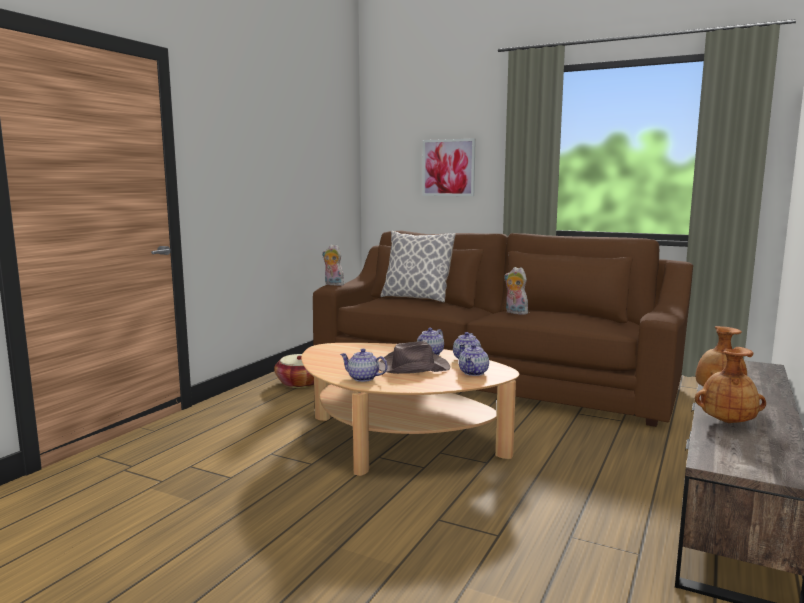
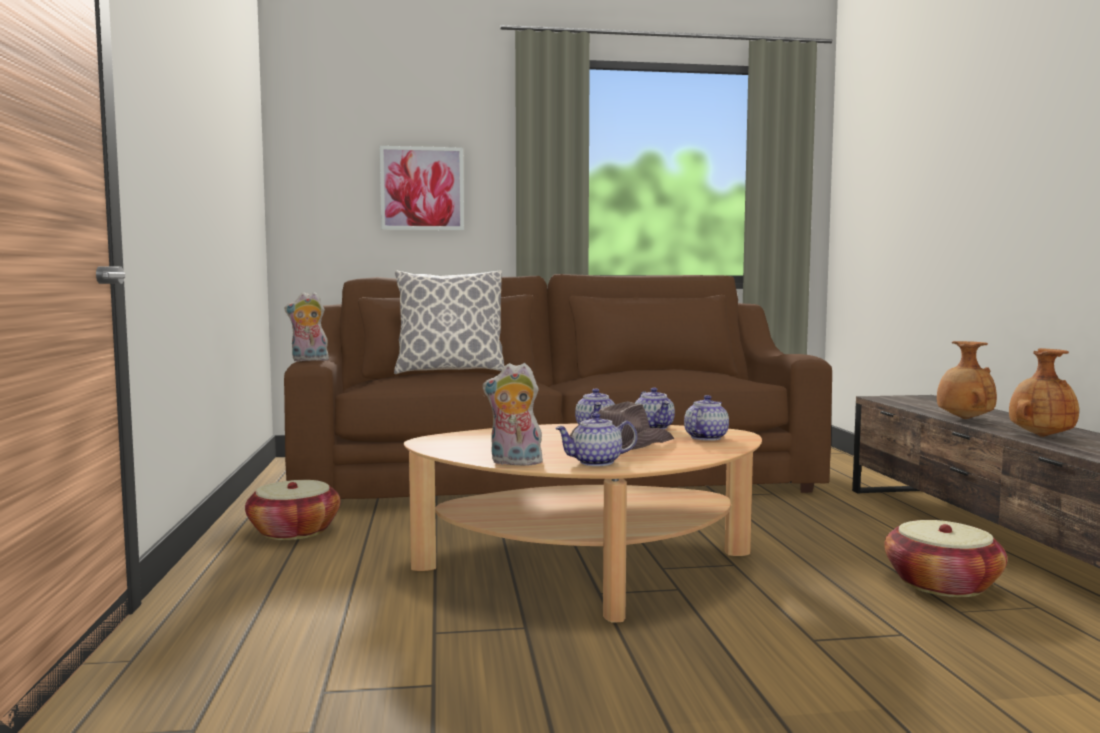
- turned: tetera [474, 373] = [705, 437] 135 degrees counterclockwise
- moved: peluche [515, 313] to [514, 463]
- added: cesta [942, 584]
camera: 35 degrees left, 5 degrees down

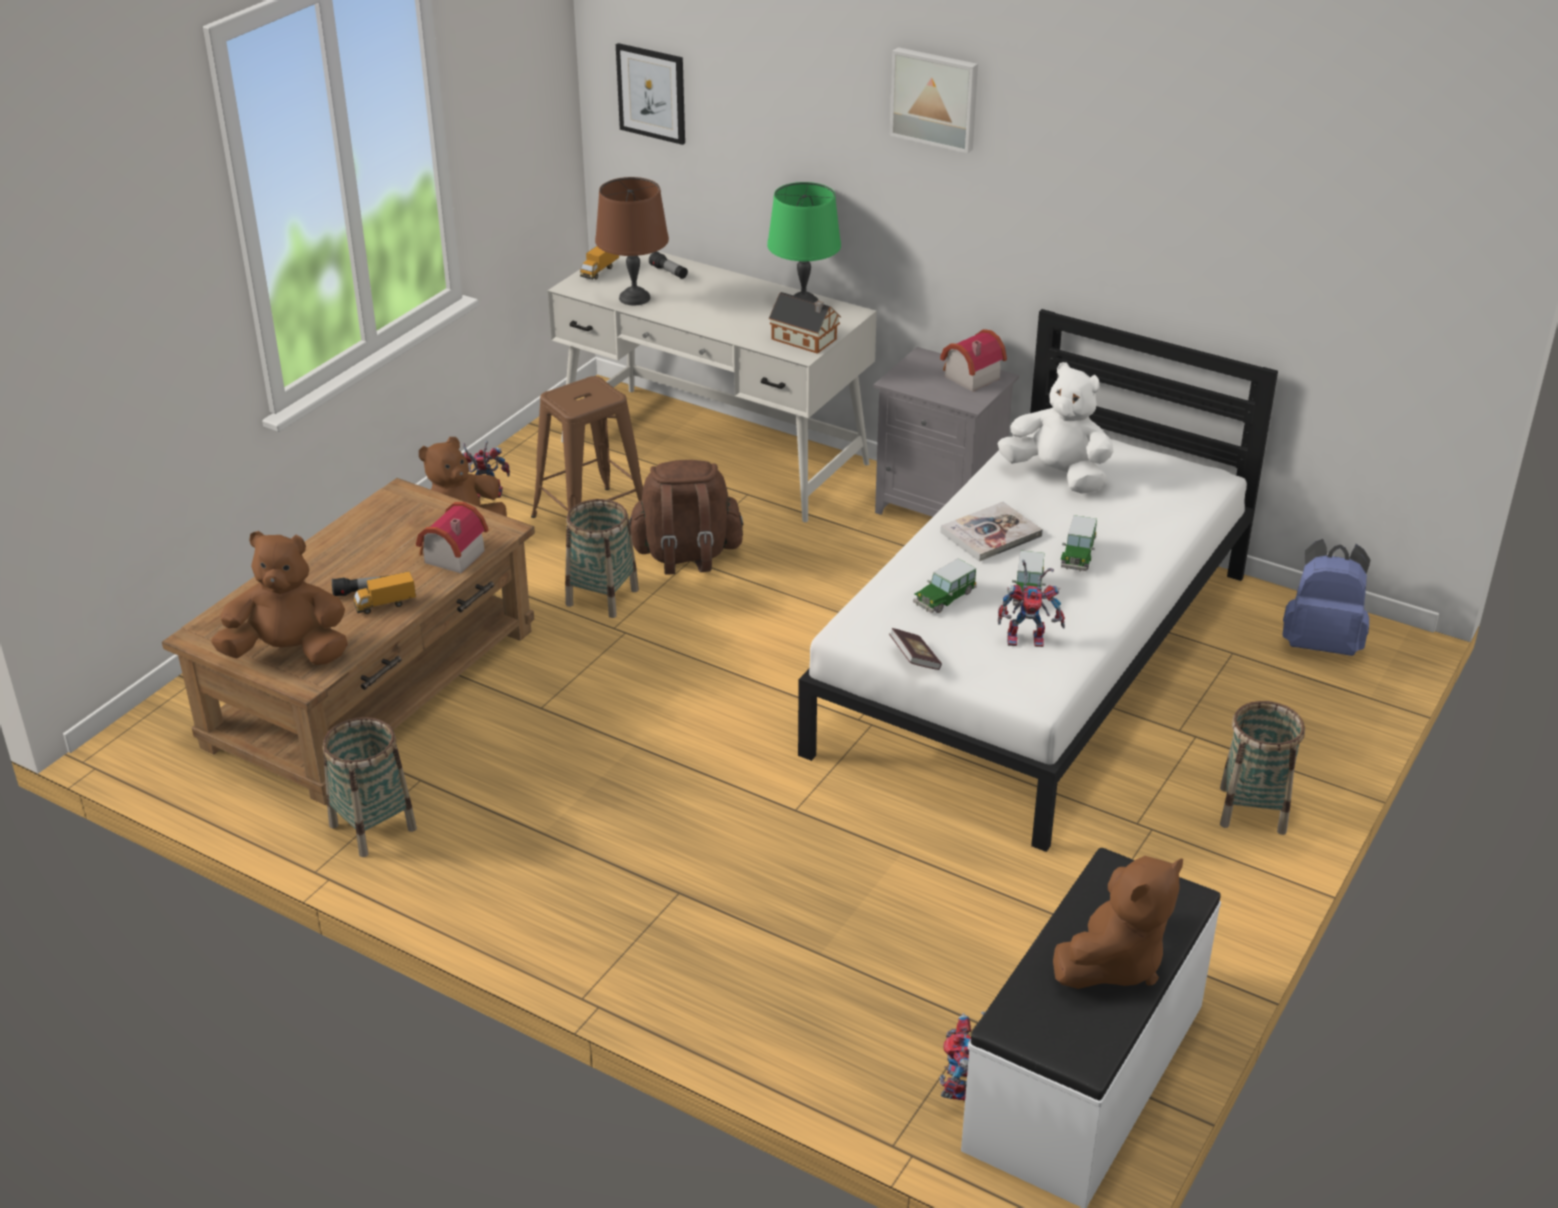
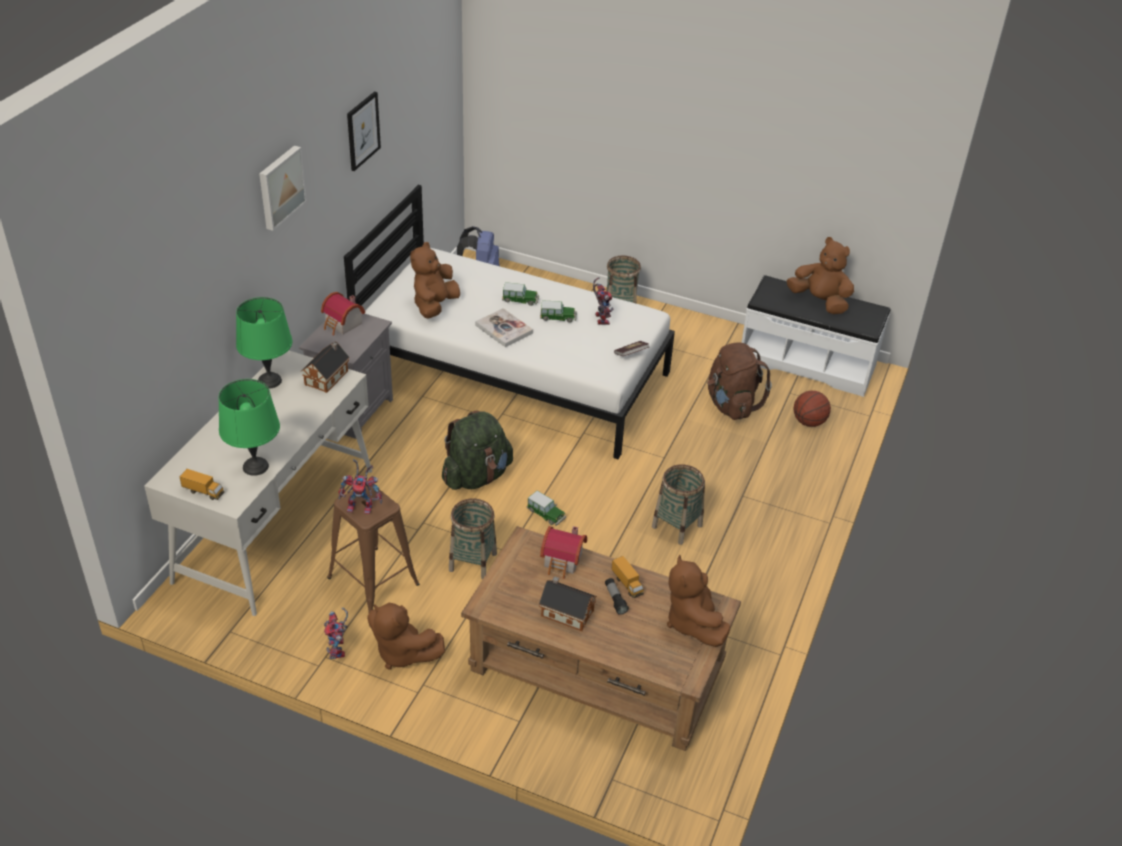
- moved: cesta [372, 827] to [677, 526]
- recoloured: lámpara de mesa (marrón) [634, 297] to lámpara de mesa (verde) [255, 467]
- moved: cuadro [651, 93] to [363, 130]
- moved: mochila (marrón) [686, 556] to [731, 405]
- removed: linterna [669, 272]
- moved: coche de juguete [944, 598] to [546, 514]
- moved: robot de juguete [961, 1088] to [362, 507]
- recoloured: peluche (blanco) [1057, 475] to peluche (marrón) [434, 306]
- added: mochila (verde) [477, 476]
- added: casita [565, 612]
- added: balón de baloncesto [809, 422]
camera: 100 degrees left, 5 degrees up

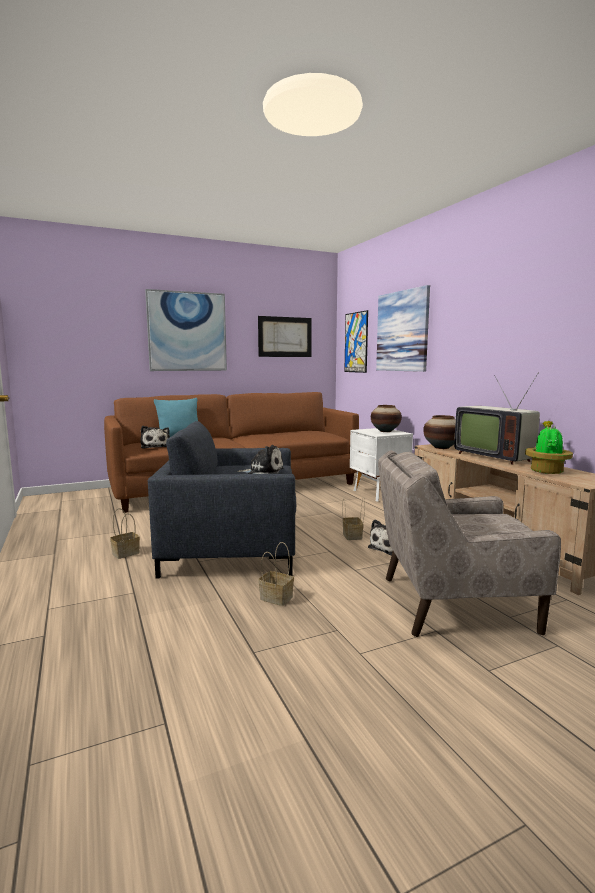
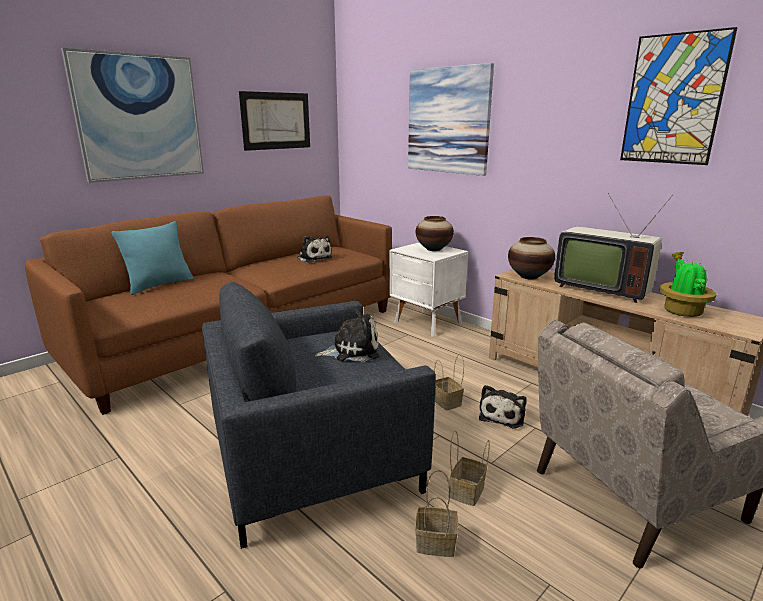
- moved: cesta [126, 553] to [467, 490]
- moved: peluche [155, 446] to [313, 258]
- moved: cuadro [356, 342] to [673, 100]
camera: 20 degrees left, 10 degrees up

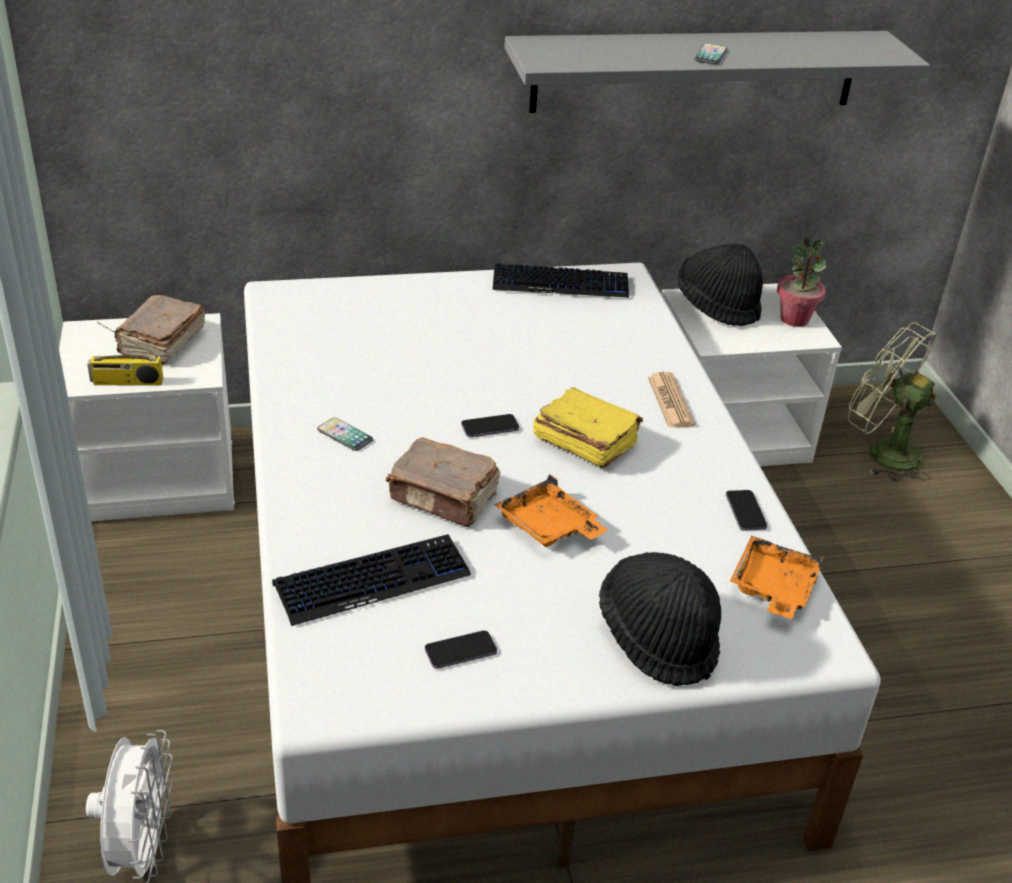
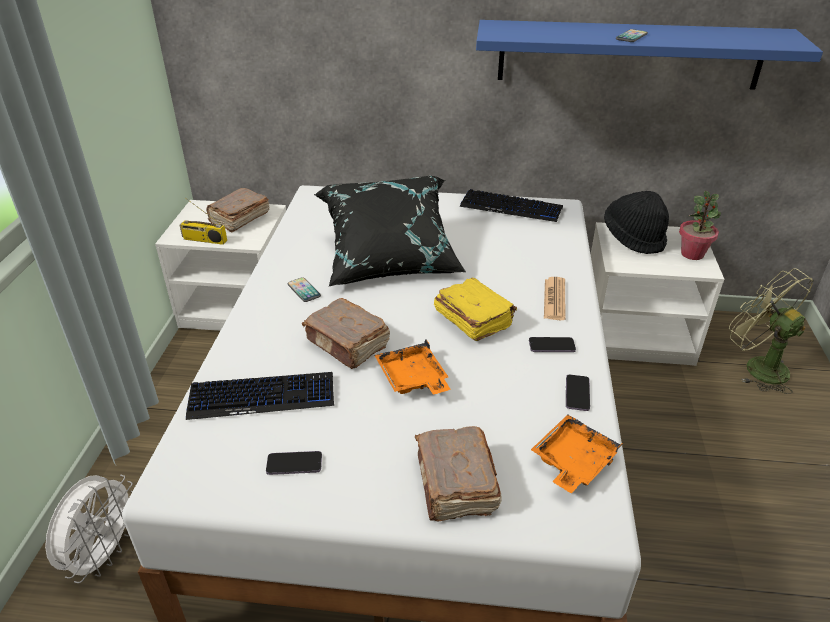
- moved: móvil [490, 427] to [551, 346]
- recoloured: estante (gris) [696, 71] to estante (azul) [629, 54]
- replaced: sombrero (negro) [658, 637] to libro (marrón) [455, 485]
- added: cojín (negro) [389, 256]
camera: 20 degrees right, 0 degrees up

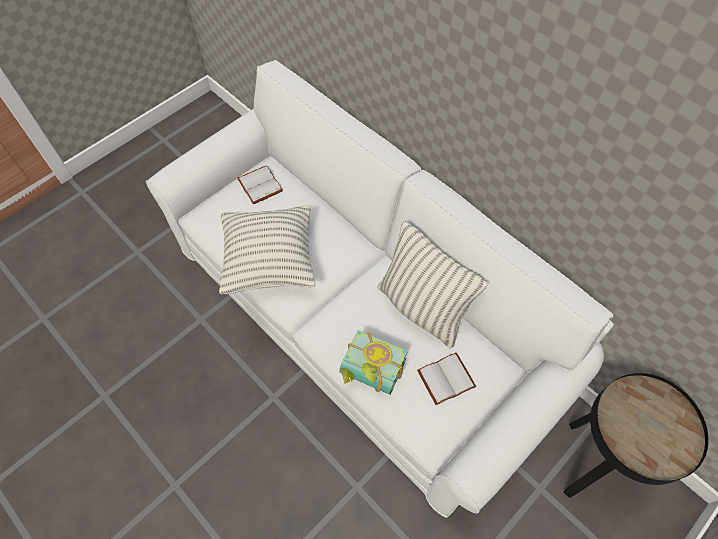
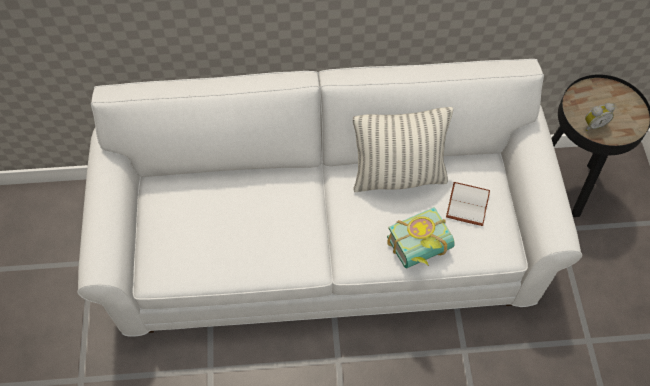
- removed: cojín [270, 262]
- removed: libro (blanco) [258, 185]
- added: despertador [593, 124]
camera: 50 degrees left, 0 degrees up

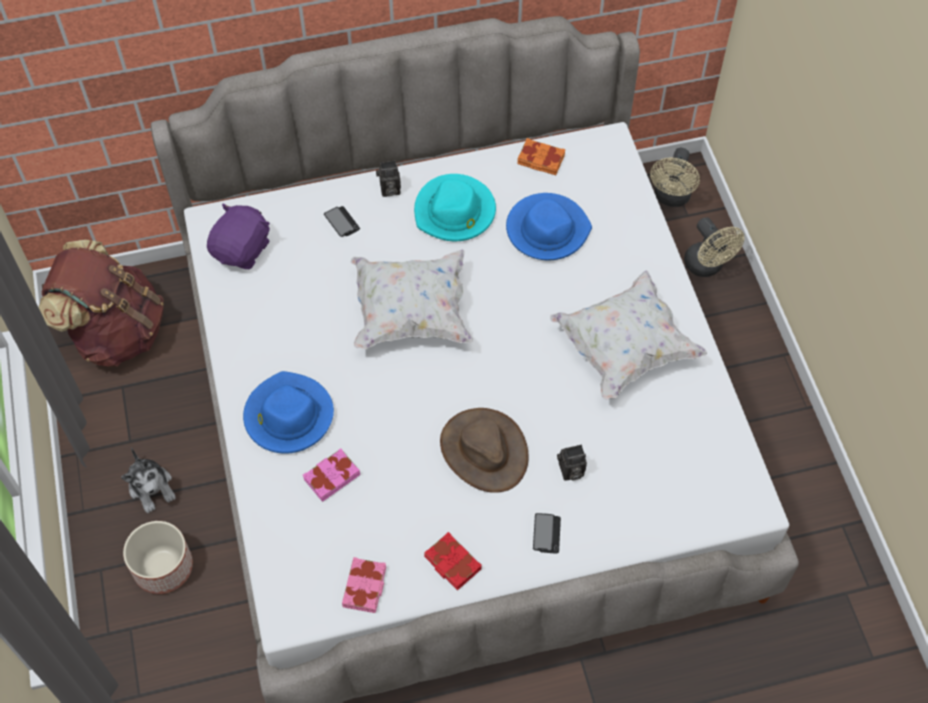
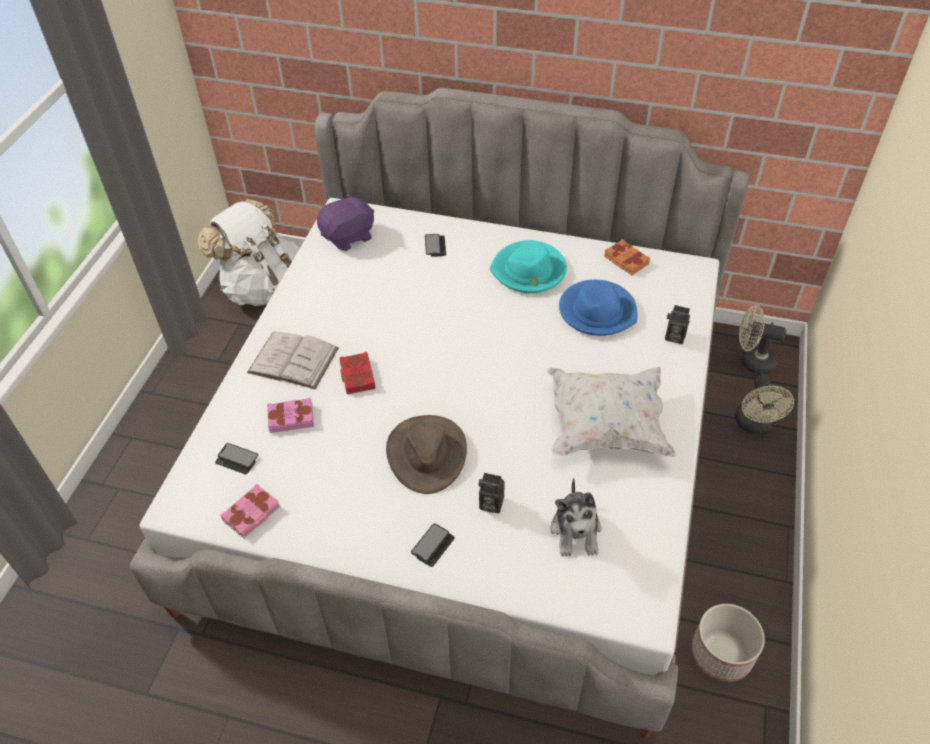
- recoloured: mochila (marrón) [116, 331] to mochila (blanco) [262, 287]
- moved: peluche [152, 487] to [576, 530]
- moved: maceta [163, 566] to [722, 653]
- replaced: sombrero (azul) [288, 416] to libro (blanco) [293, 360]
- removed: cojín (blanco) [411, 313]
- moved: cámara [389, 190] to [673, 337]
- moved: libro (rojo) [452, 563] to [357, 376]
- turned: ventilador (beis) [671, 198] = [752, 361] 60 degrees clockwise
- added: móvil [237, 459]
camera: 30 degrees right, 10 degrees down

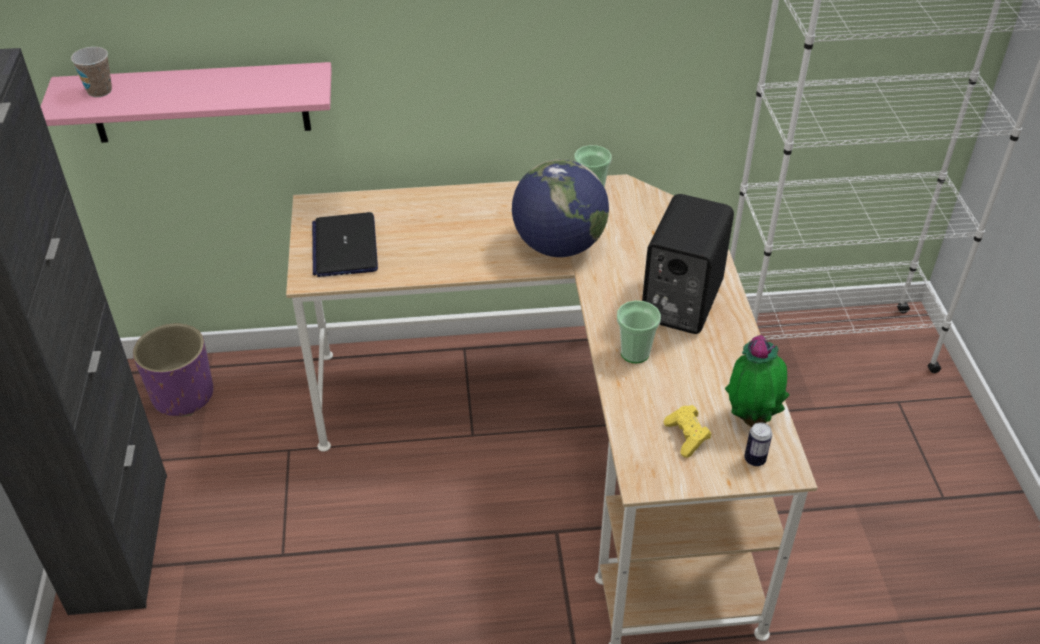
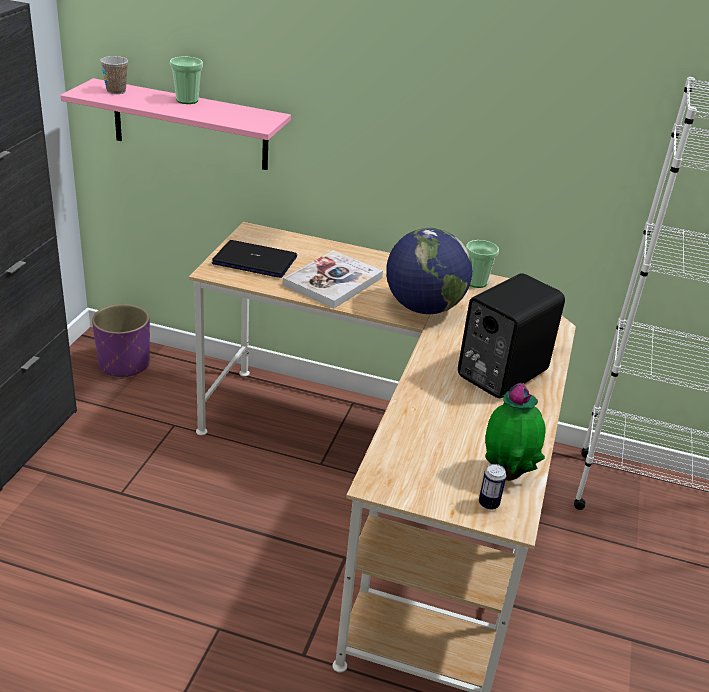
- turned: portátil [345, 246] = [255, 260] 90 degrees clockwise
- moved: taza [635, 353] to [187, 100]
- removed: mando de consola (amarillo) [687, 437]
- added: libro [333, 281]
camera: 20 degrees right, 10 degrees down

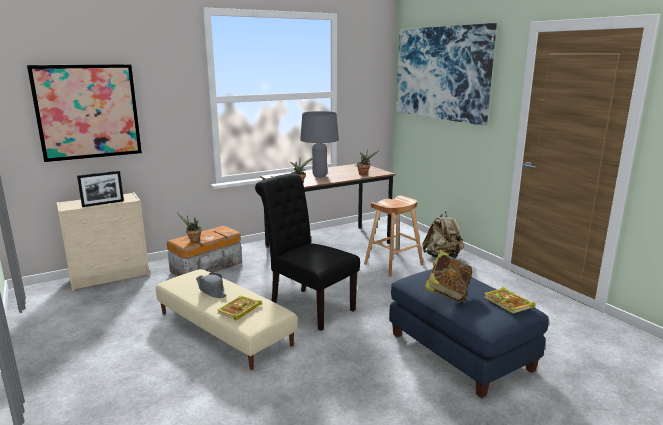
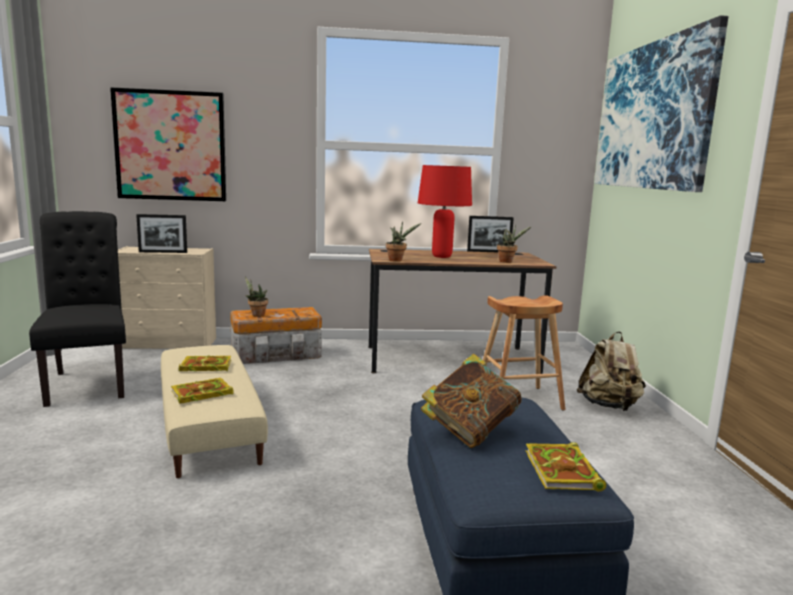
- replaced: sombrero (gris) [211, 290] to libro [204, 367]
- moved: silla (negro) [308, 306] to [88, 382]
- recoloured: lámpara de mesa (gris) [319, 176] to lámpara de mesa (rojo) [441, 256]
- added: portarretratos [488, 252]
camera: 25 degrees right, 5 degrees down

